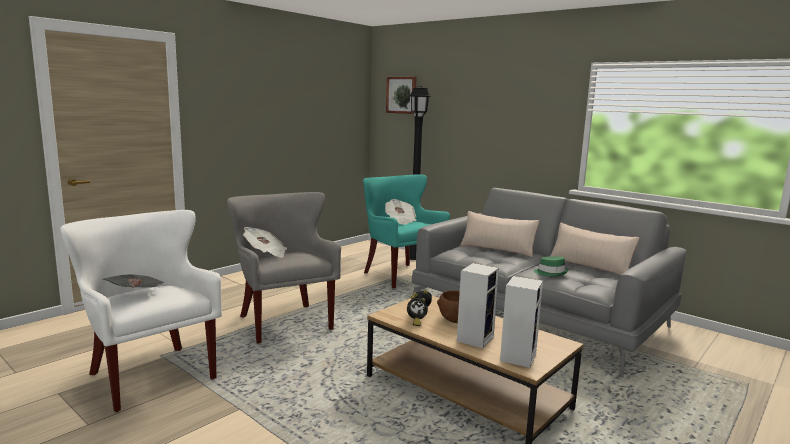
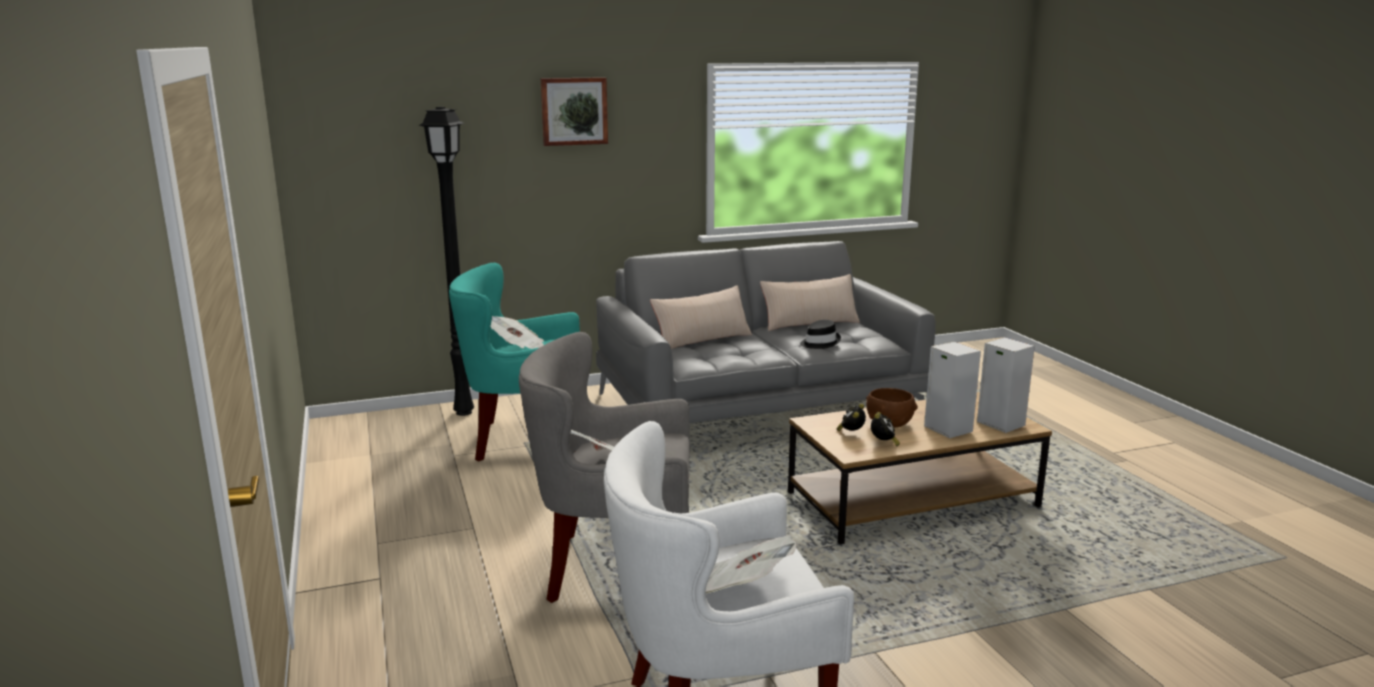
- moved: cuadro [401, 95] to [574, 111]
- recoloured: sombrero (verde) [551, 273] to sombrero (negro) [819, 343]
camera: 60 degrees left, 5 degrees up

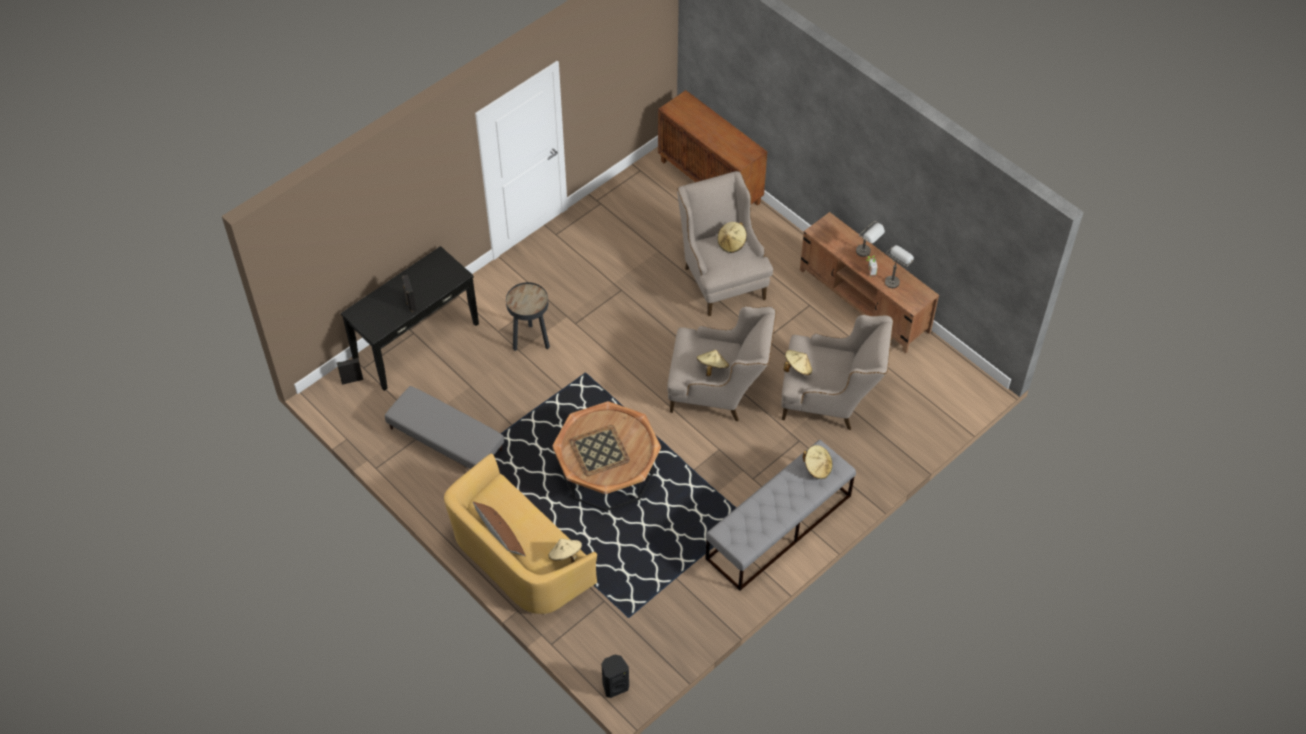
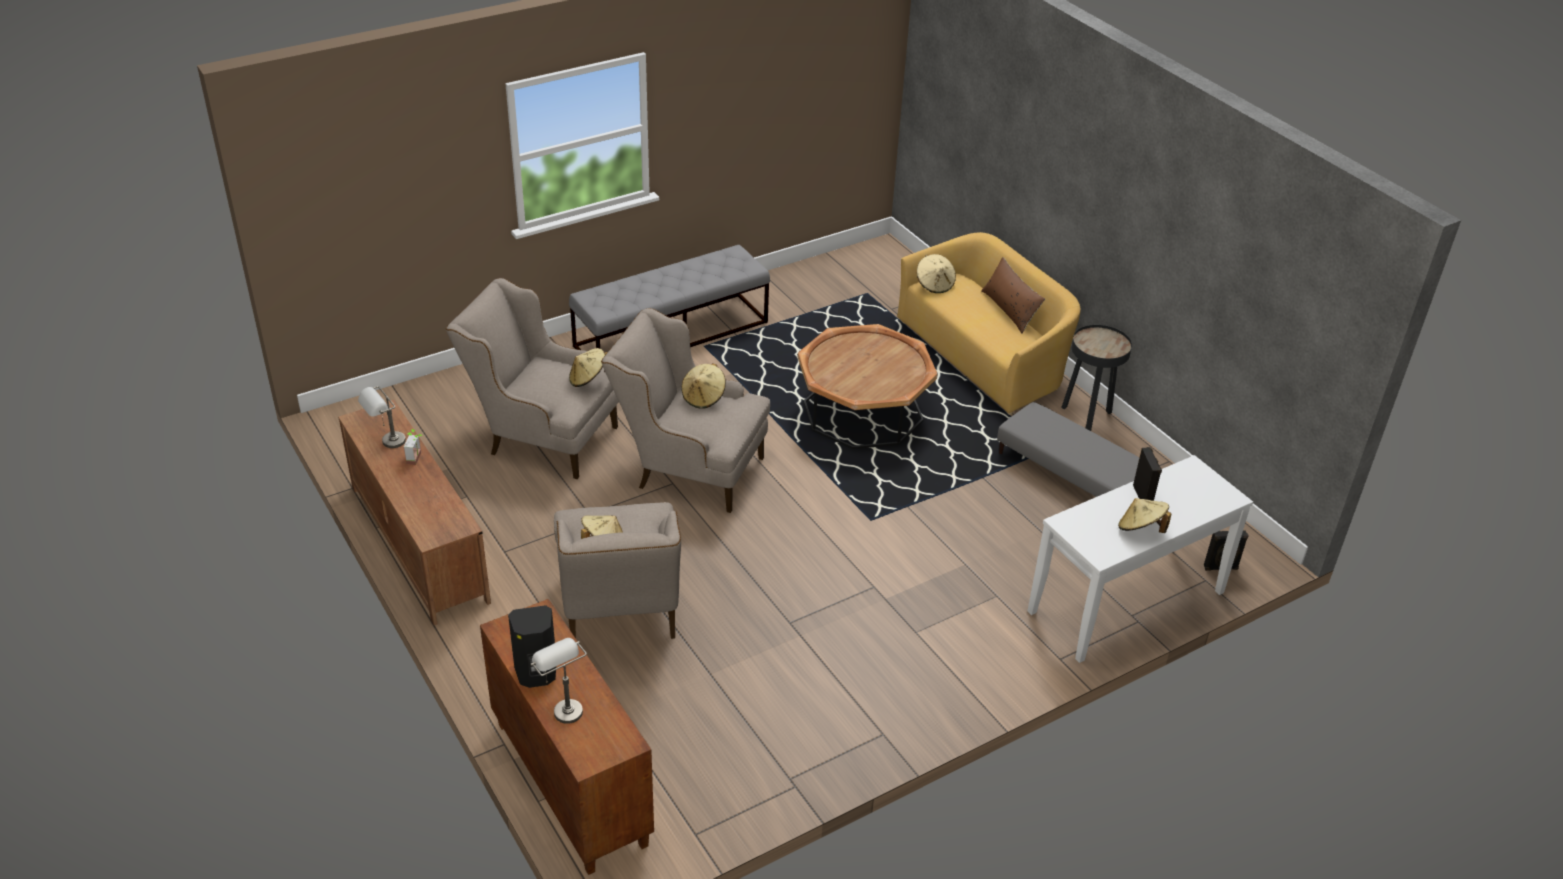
- recoloured: mesa consola (negro) [416, 342] to mesa consola (blanco) [1127, 602]
- moved: mesa auxiliar (negro) [530, 341] to [1086, 418]
- removed: bandeja [599, 451]
- moved: altavoz (negro) [615, 686] to [536, 674]
- moved: sombrero (beis) [817, 467] to [1140, 529]
- moved: lámpara de mesa (gris) [867, 253] to [562, 706]
camera: 170 degrees left, 15 degrees down

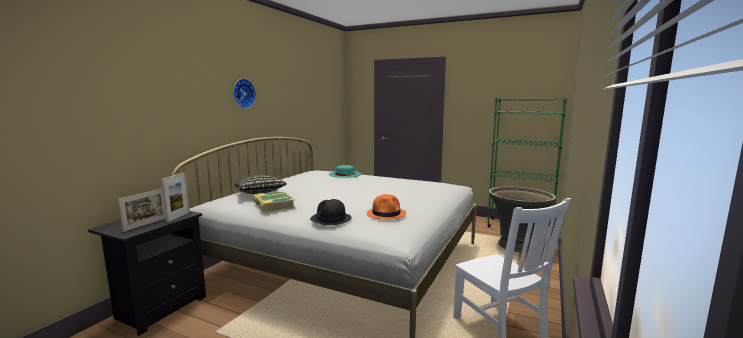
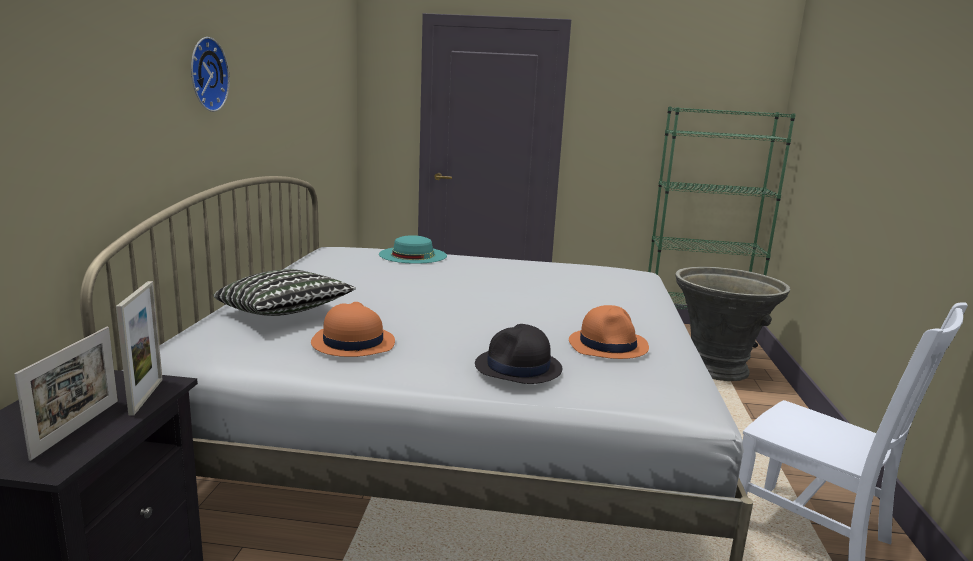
- replaced: libro [273, 205] to sombrero (naranja) [352, 342]
camera: 20 degrees left, 5 degrees up

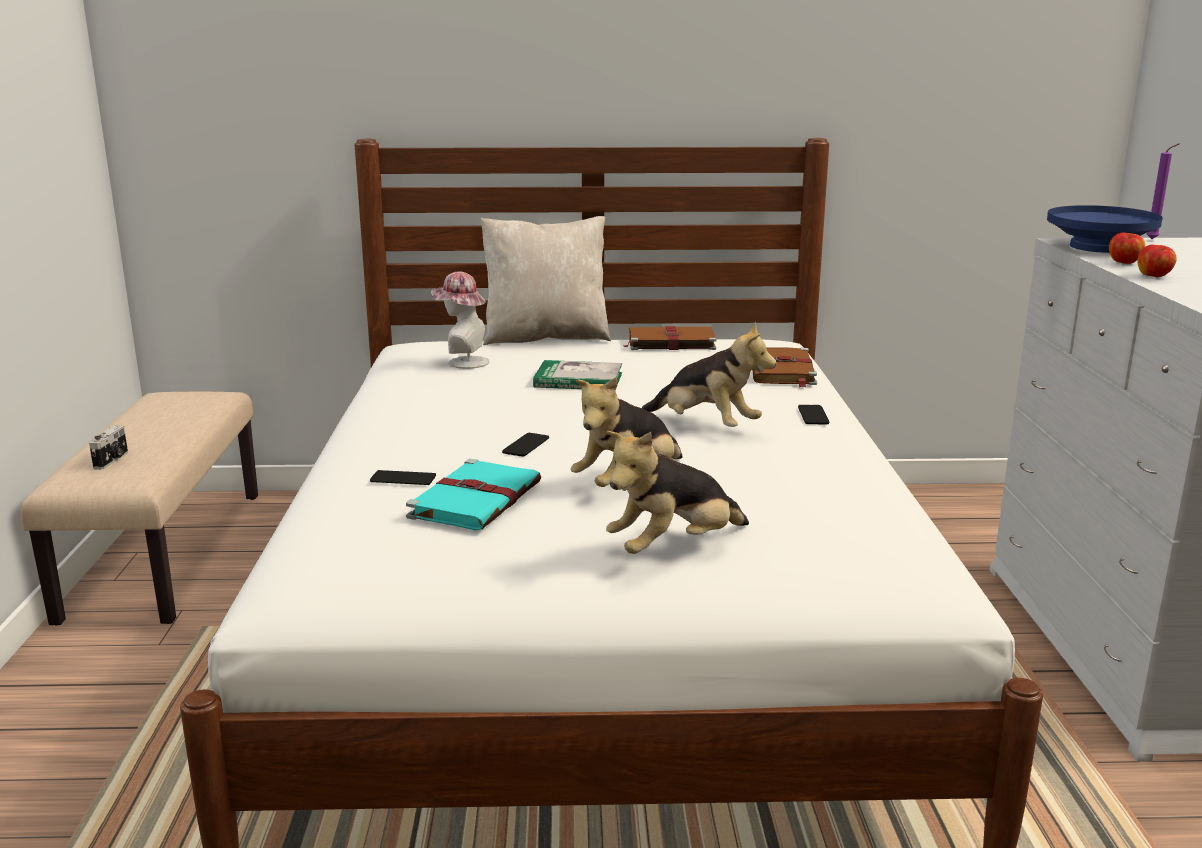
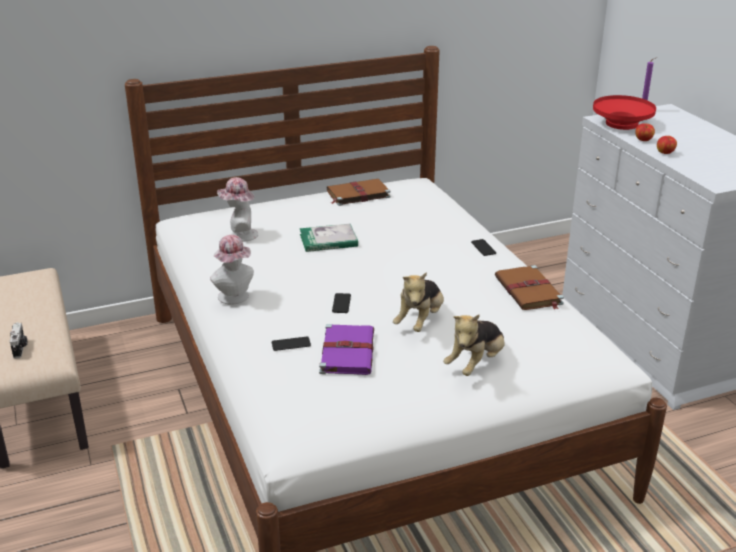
- recoloured: libro (turquesa) [477, 499] to libro (morado) [347, 351]
- removed: cojín (beis) [546, 337]
- removed: peluche [705, 426]
- moved: libro (marrón) [781, 371] to [529, 291]
- recoloured: cuenco (azul) [1098, 247] to cuenco (rojo) [621, 124]
- added: sombrero [235, 298]
camera: 20 degrees left, 10 degrees up

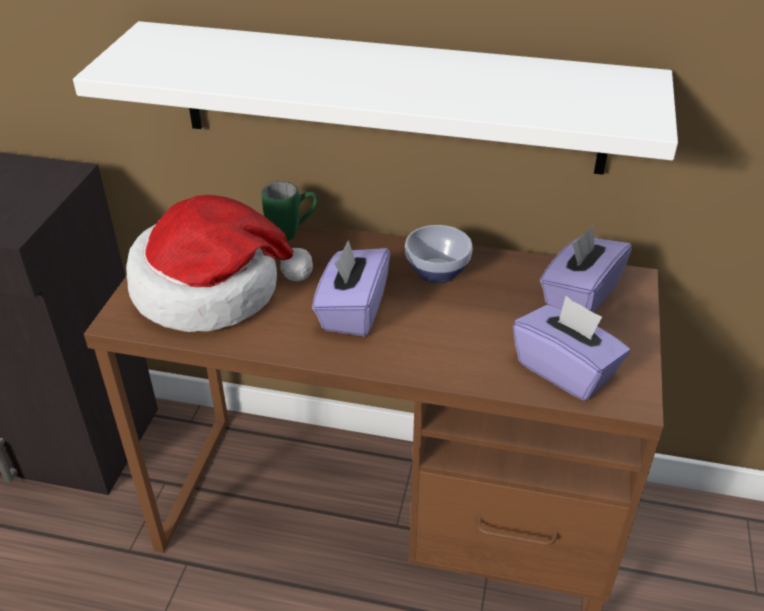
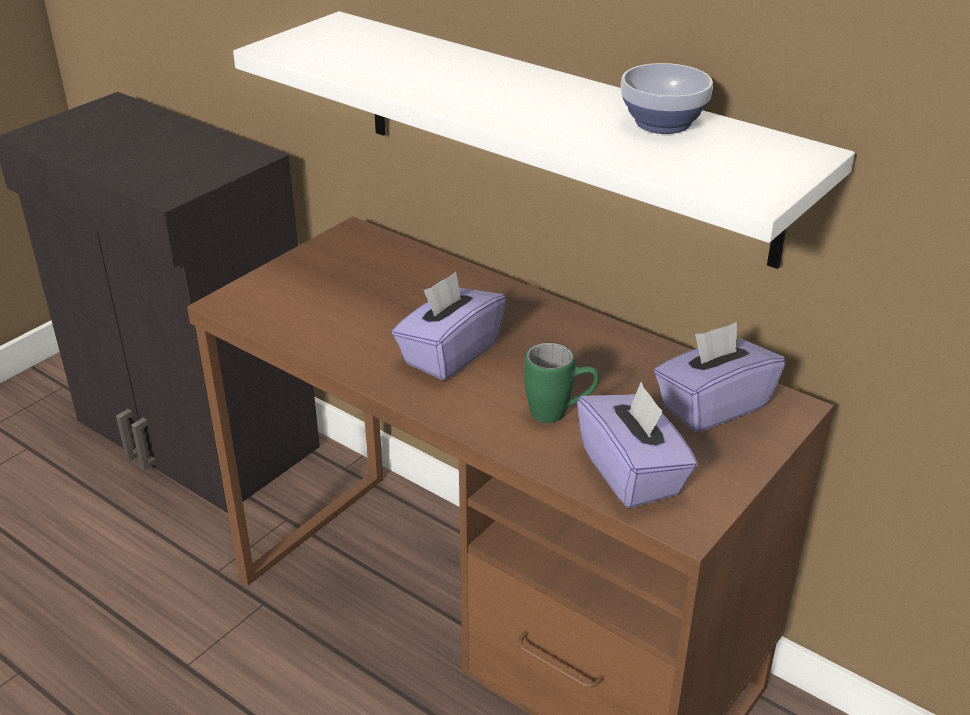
- removed: sombrero [212, 289]
- moved: taza grande (verde) [292, 233] to [559, 414]
- moved: cuenco [438, 270] to [665, 123]
camera: 25 degrees right, 5 degrees down

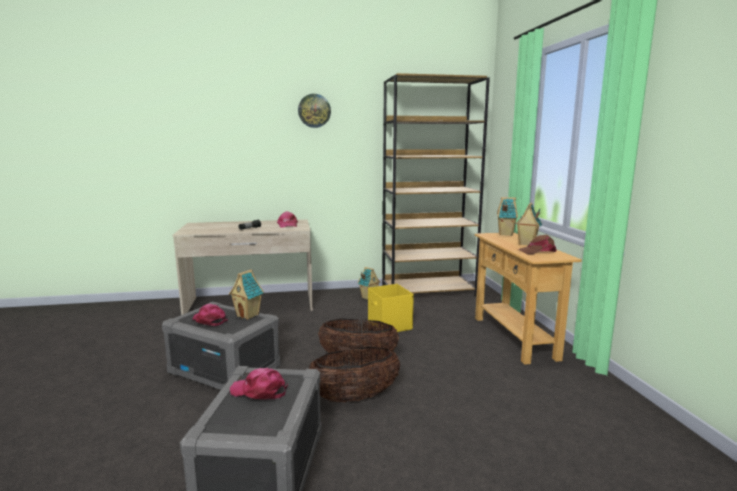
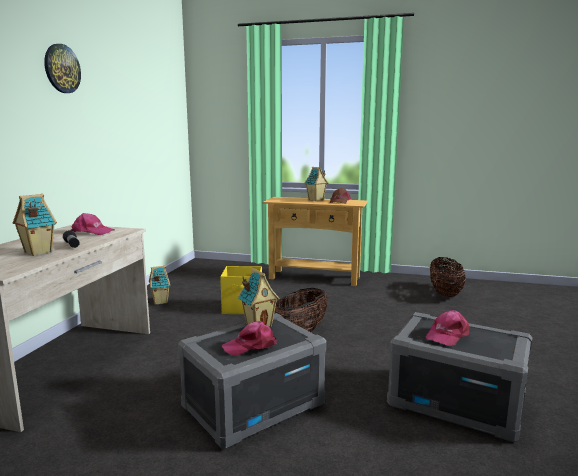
- moved: cesta [354, 397] to [445, 293]
- removed: estantería (marrón) [428, 291]
- moved: casita [505, 234] to [37, 252]
camera: 65 degrees left, 0 degrees up

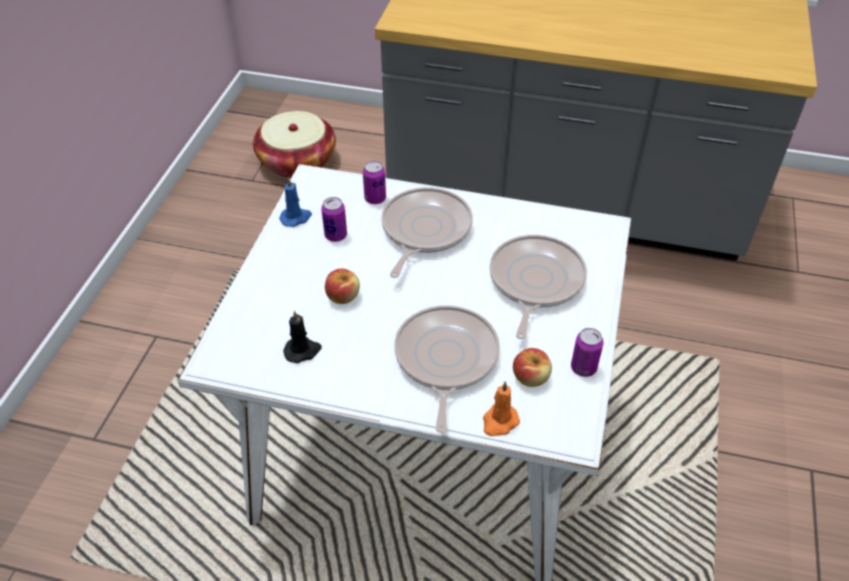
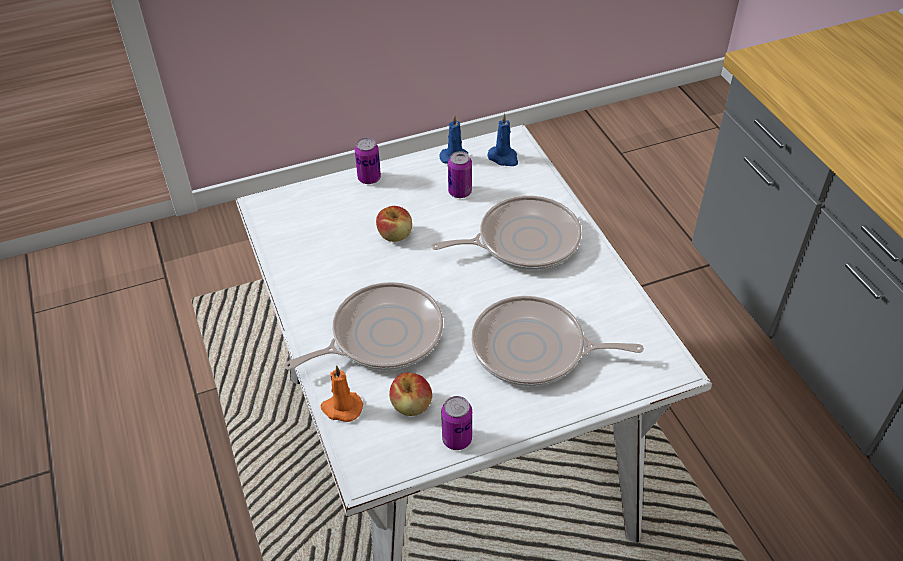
- removed: cesta [297, 161]
- removed: vela (negro) [303, 351]
- moved: lata [375, 198] to [369, 178]
- turned: sartén [534, 282] = [534, 349] 150 degrees counterclockwise
- added: vela (azul) [503, 158]
camera: 55 degrees right, 0 degrees up

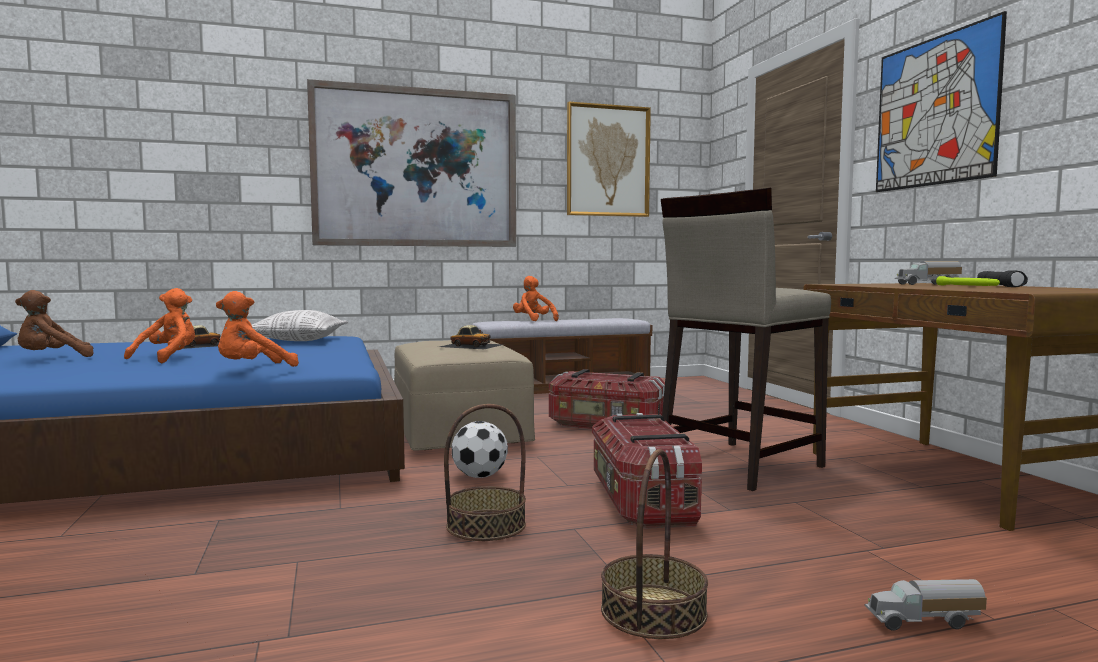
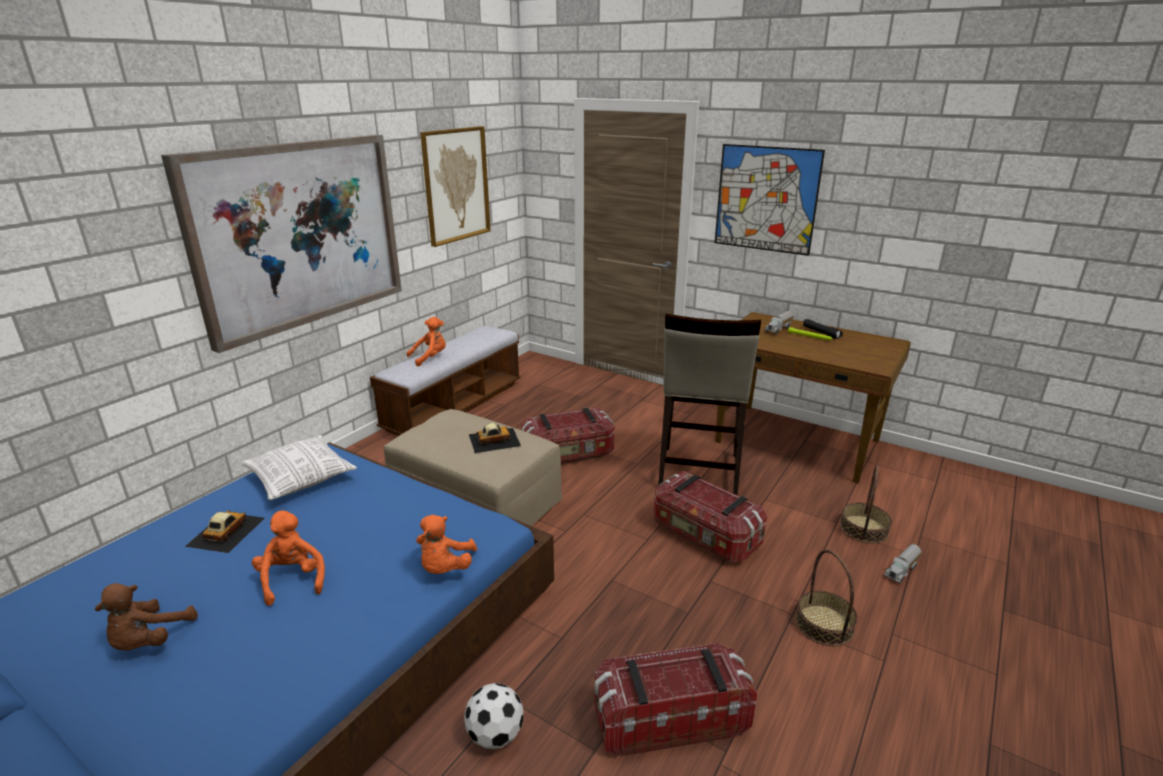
- moved: cesta [486, 525] to [863, 529]
- moved: balón de fútbol [479, 476] to [495, 735]
- turned: peluche (naranja) [533, 320] = [430, 358] 135 degrees clockwise
- added: caja de almacenaje [669, 719]
camera: 40 degrees left, 20 degrees up

